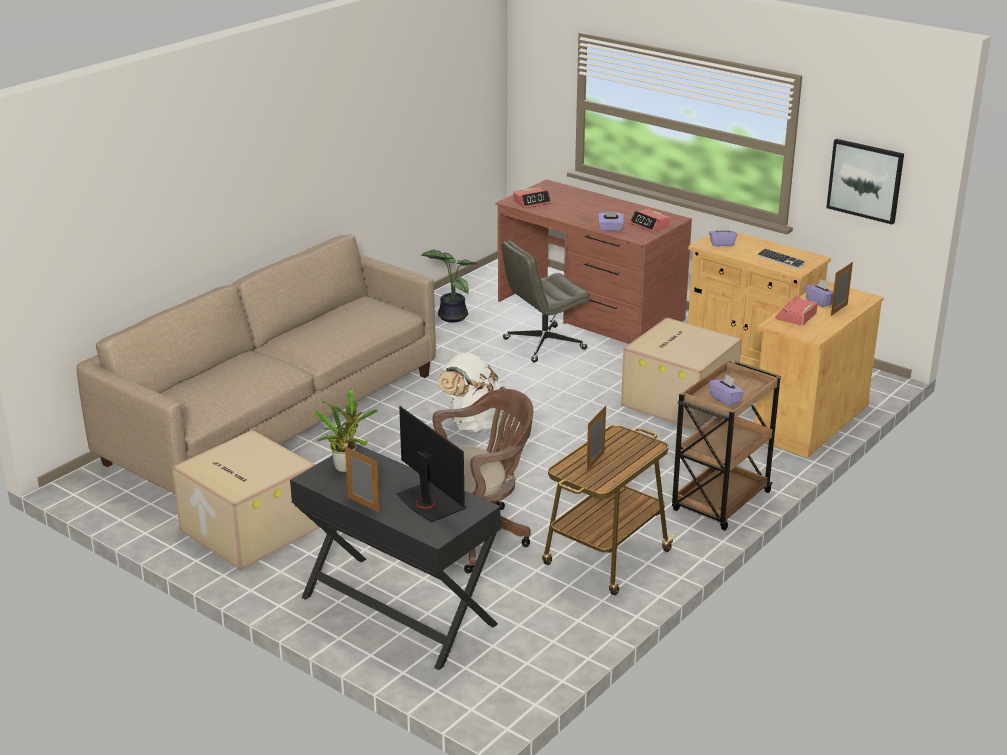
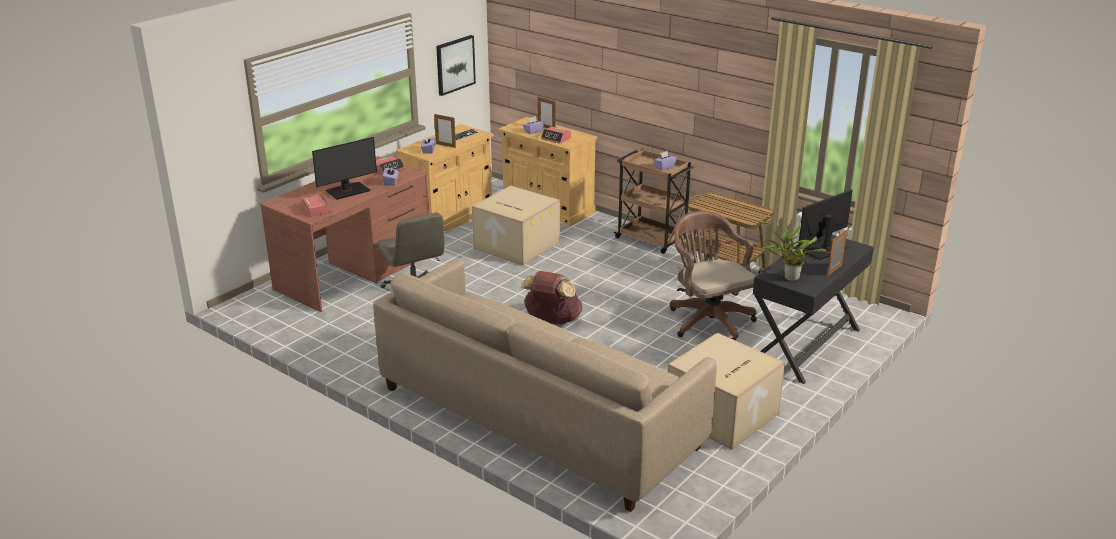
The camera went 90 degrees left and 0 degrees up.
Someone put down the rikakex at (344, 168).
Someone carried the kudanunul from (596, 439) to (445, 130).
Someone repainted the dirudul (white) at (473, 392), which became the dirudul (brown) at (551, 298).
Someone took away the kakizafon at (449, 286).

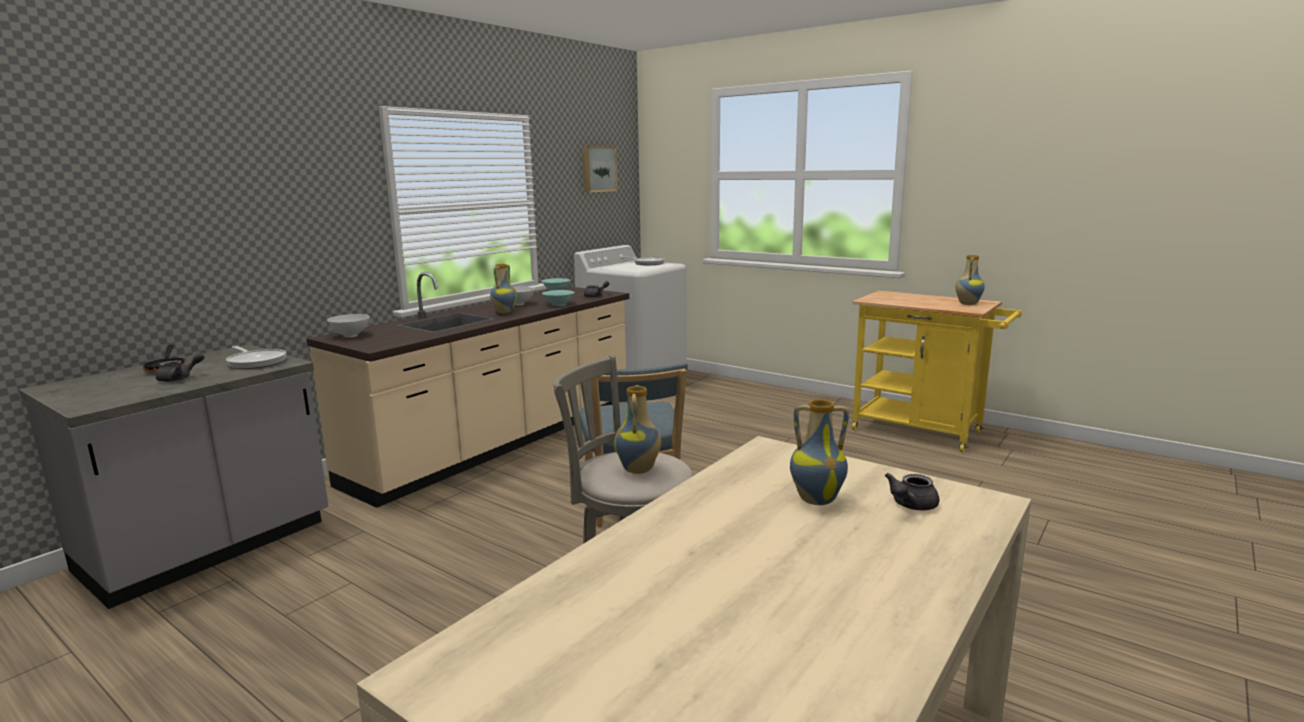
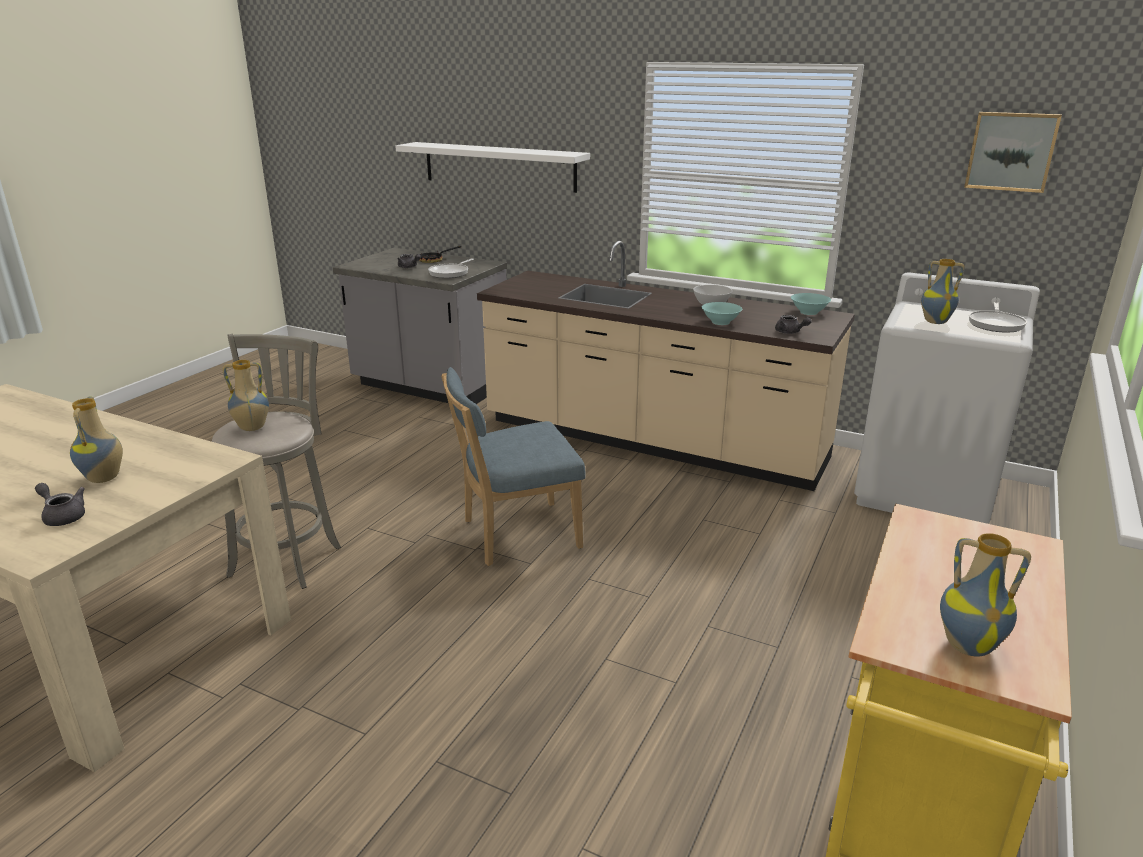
The camera went 80 degrees right and 10 degrees up.
Someone put up the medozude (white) at (492, 167).
Someone carried the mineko from (503, 289) to (943, 291).
Someone took away the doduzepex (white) at (348, 325).

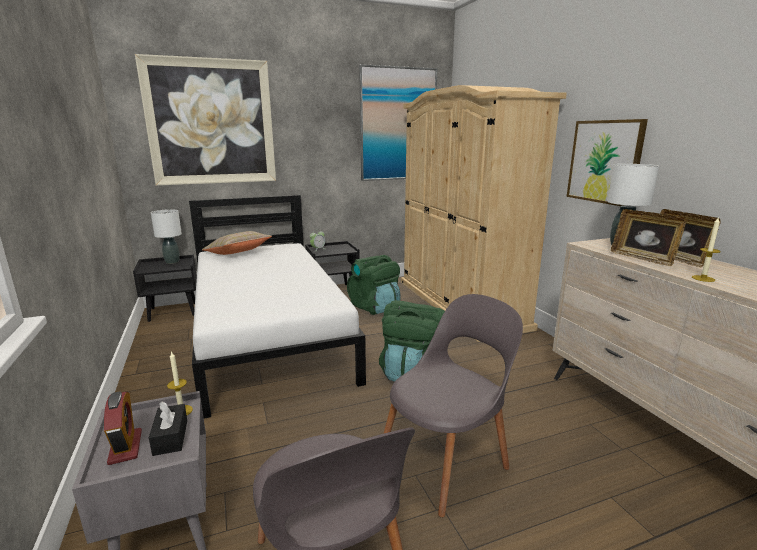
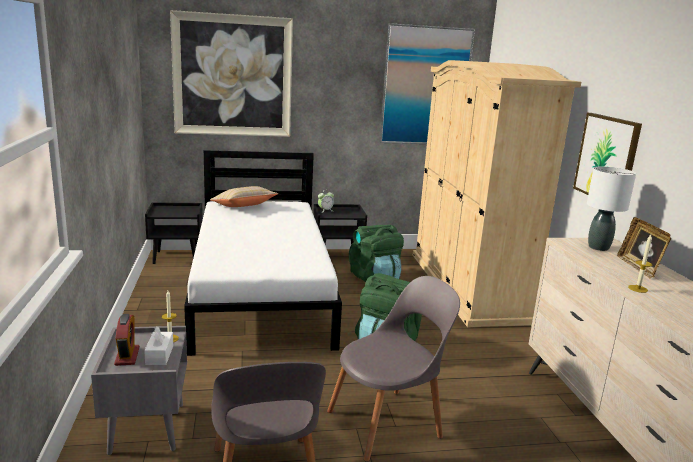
The camera went 10 degrees right and 0 degrees up.
Someone repainted the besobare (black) at (168, 429), which became the besobare (white) at (158, 345).
Someone took away the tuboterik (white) at (166, 236).
Someone took away the kudanunul at (648, 237).

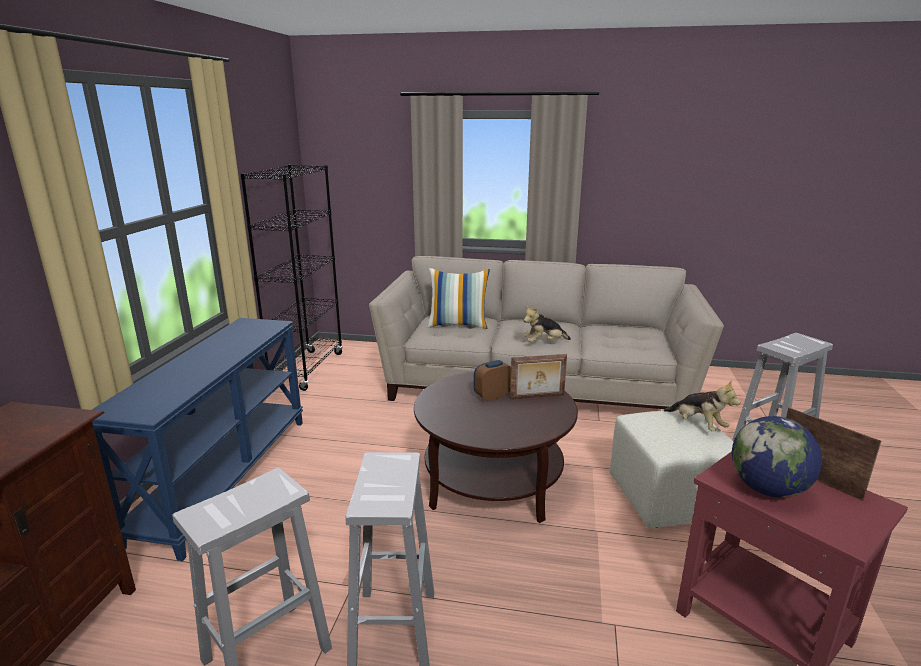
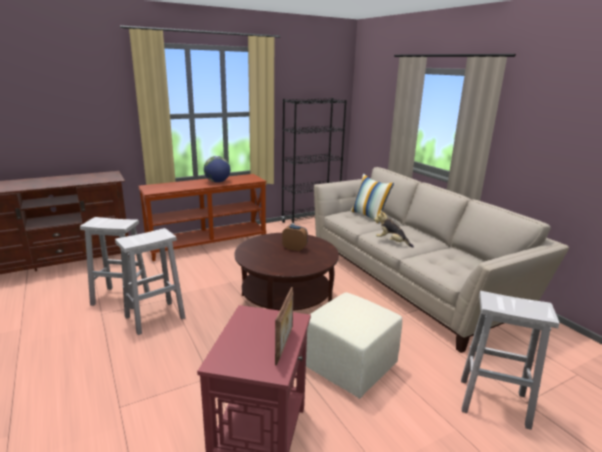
The camera went 50 degrees right and 0 degrees up.
Someone repainted the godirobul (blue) at (197, 439), which became the godirobul (brown) at (202, 217).
Someone carried the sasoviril from (777, 457) to (217, 169).
Someone took away the kudanunul at (538, 376).
Someone took away the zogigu at (702, 405).

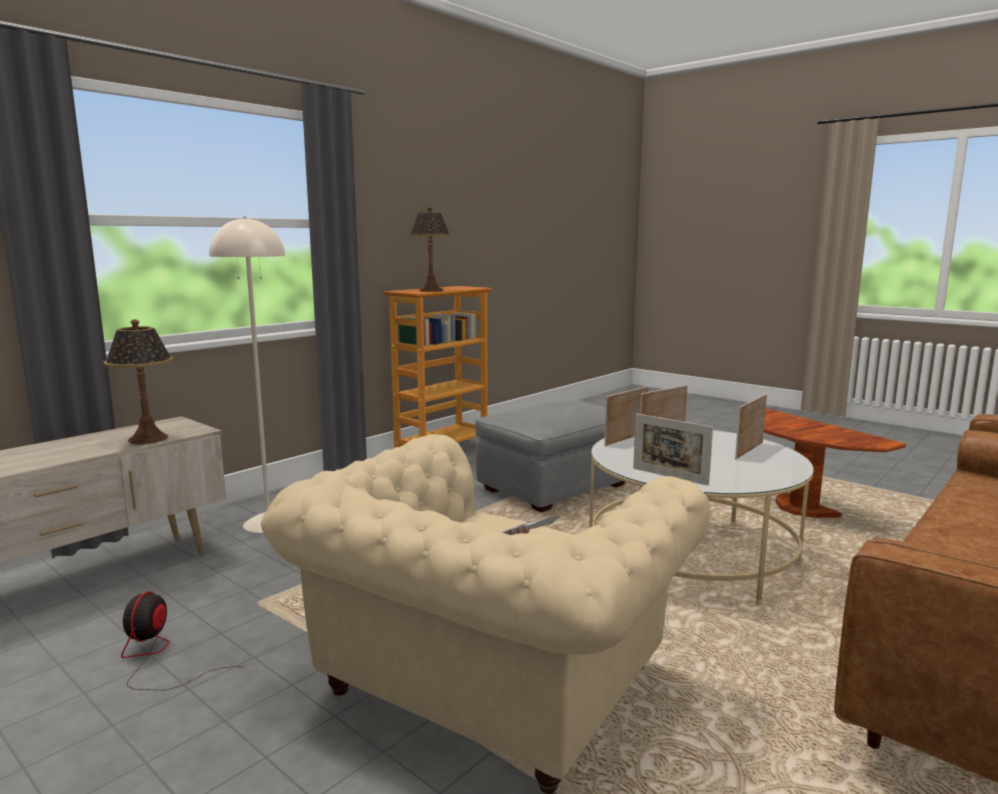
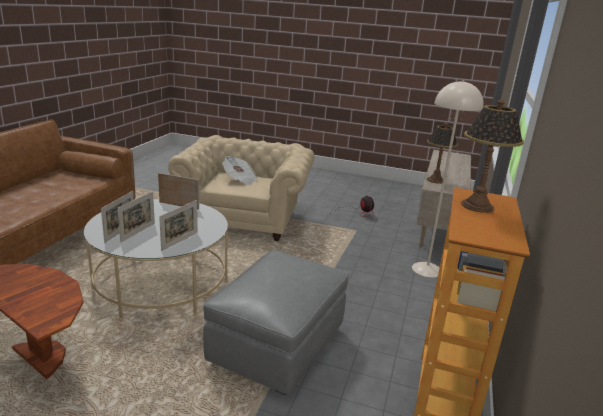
The camera went 155 degrees right and 10 degrees up.
Someone carried the kudanunul from (626, 416) to (136, 217).

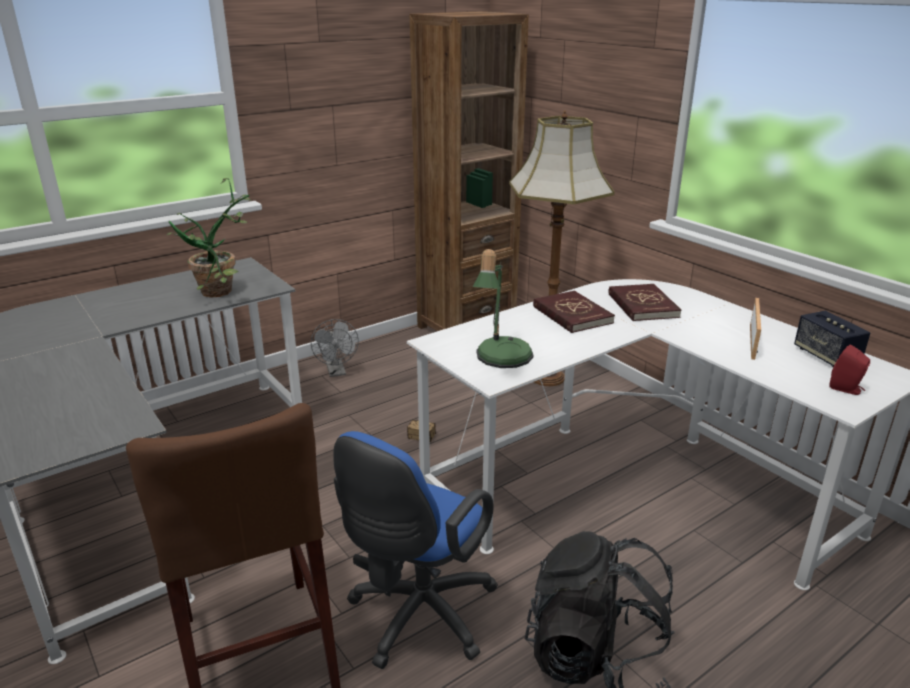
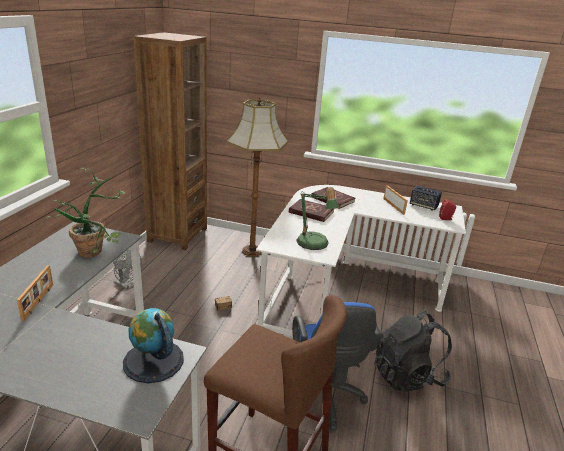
The camera went 40 degrees left and 0 degrees up.
Someone put down the kudanunul at (35, 293).
Someone put down the sasoviril at (153, 345).

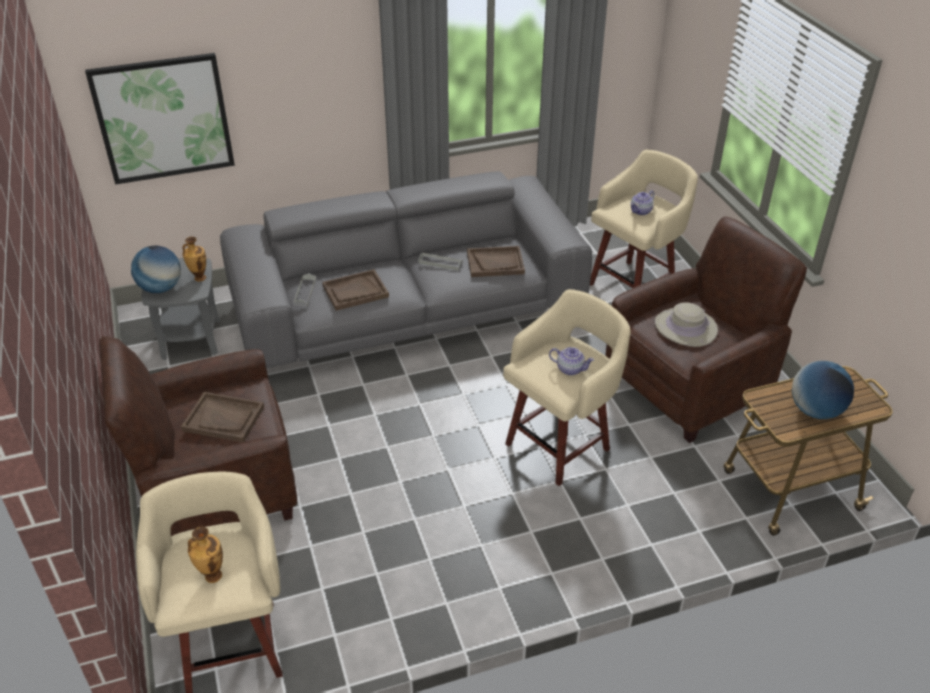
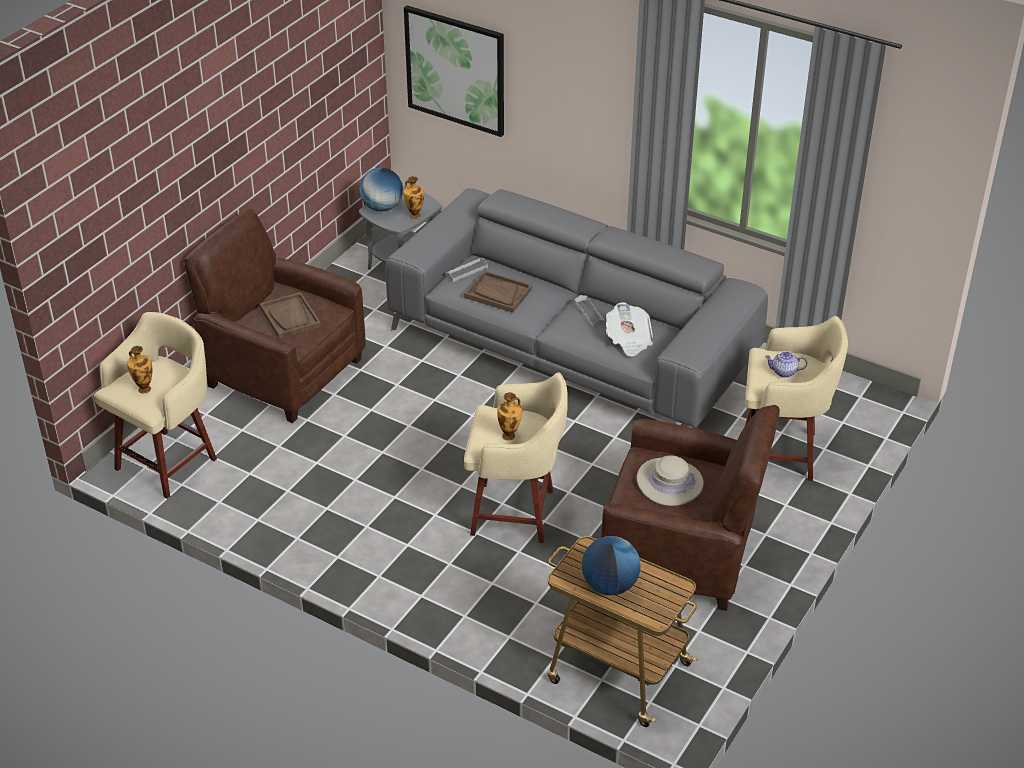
The camera went 50 degrees right and 0 degrees up.
Someone swapped the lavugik at (571, 361) for the mineko at (509, 416).
Someone swapped the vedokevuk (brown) at (496, 261) for the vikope at (629, 329).

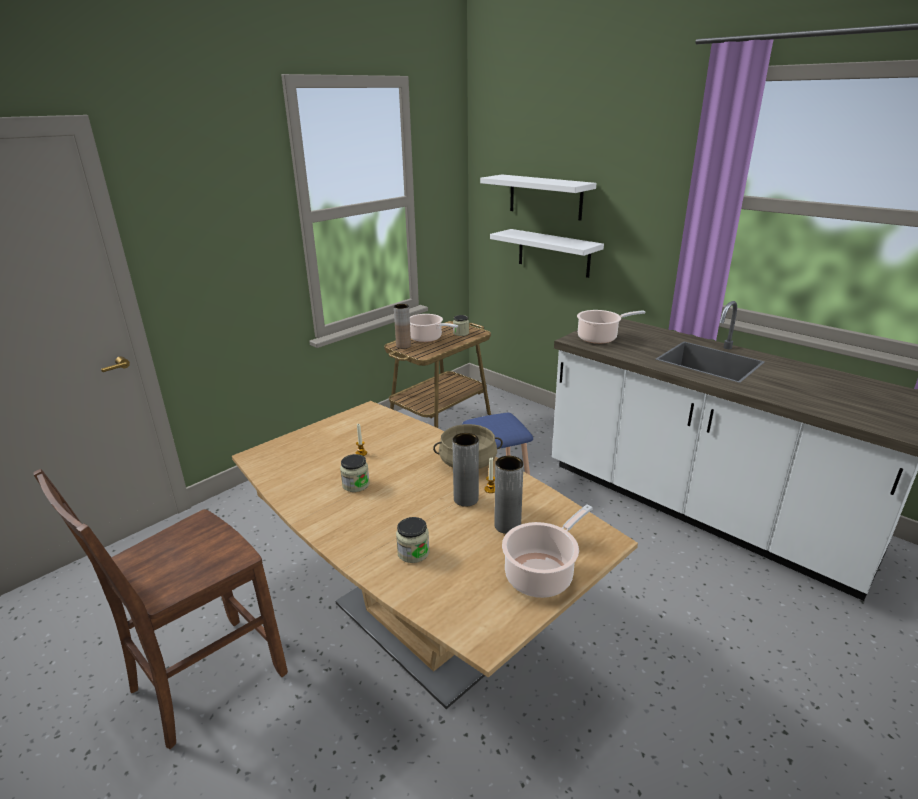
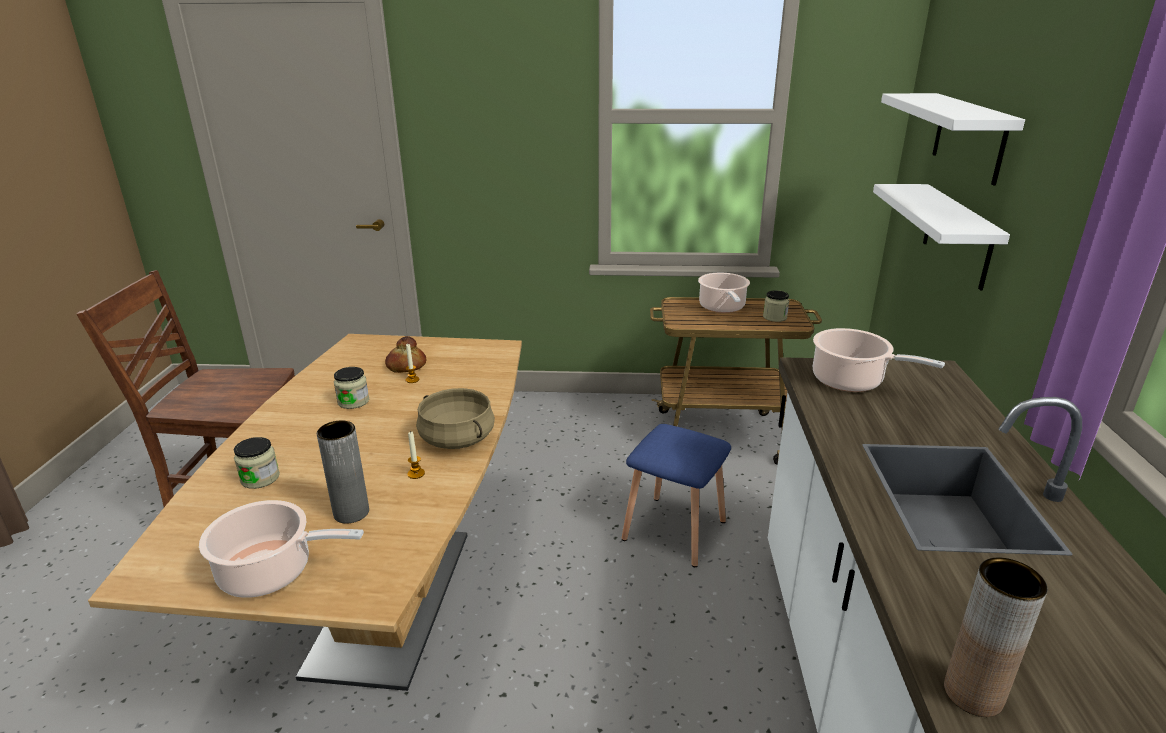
The camera went 50 degrees right and 0 degrees up.
Someone put down the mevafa at (406, 354).
Someone carried the mineko (brown) from (402, 326) to (995, 637).
Someone took away the mineko (grey) at (465, 470).

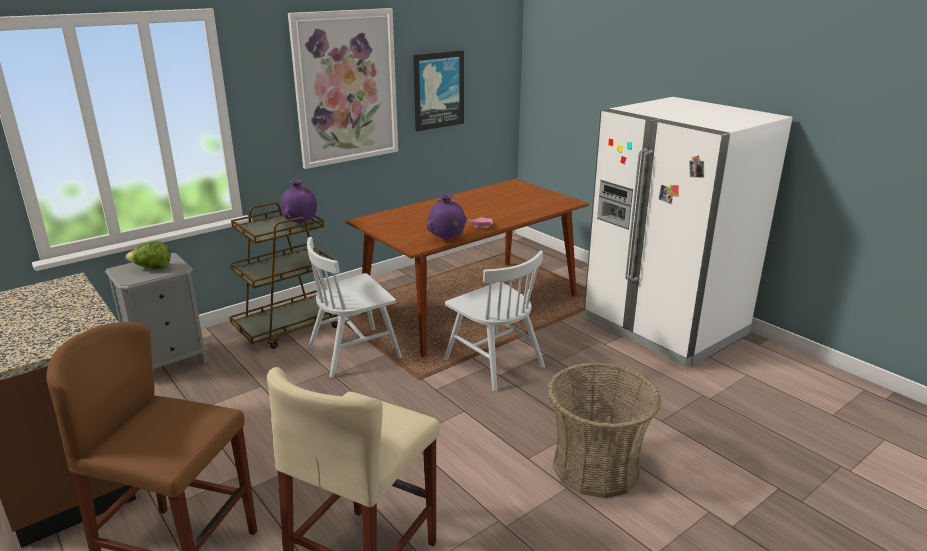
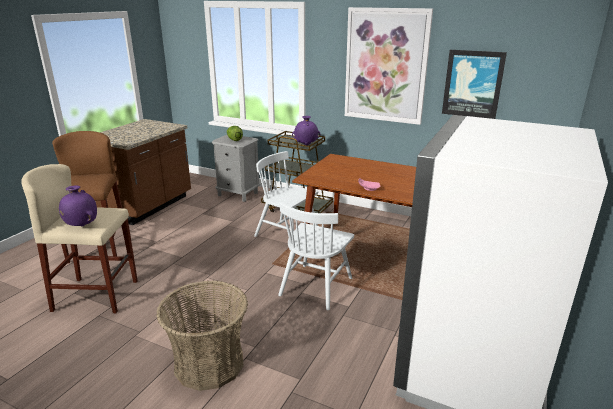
The camera went 65 degrees right and 0 degrees up.
Someone carried the mineko (purple) from (447, 217) to (78, 205).

